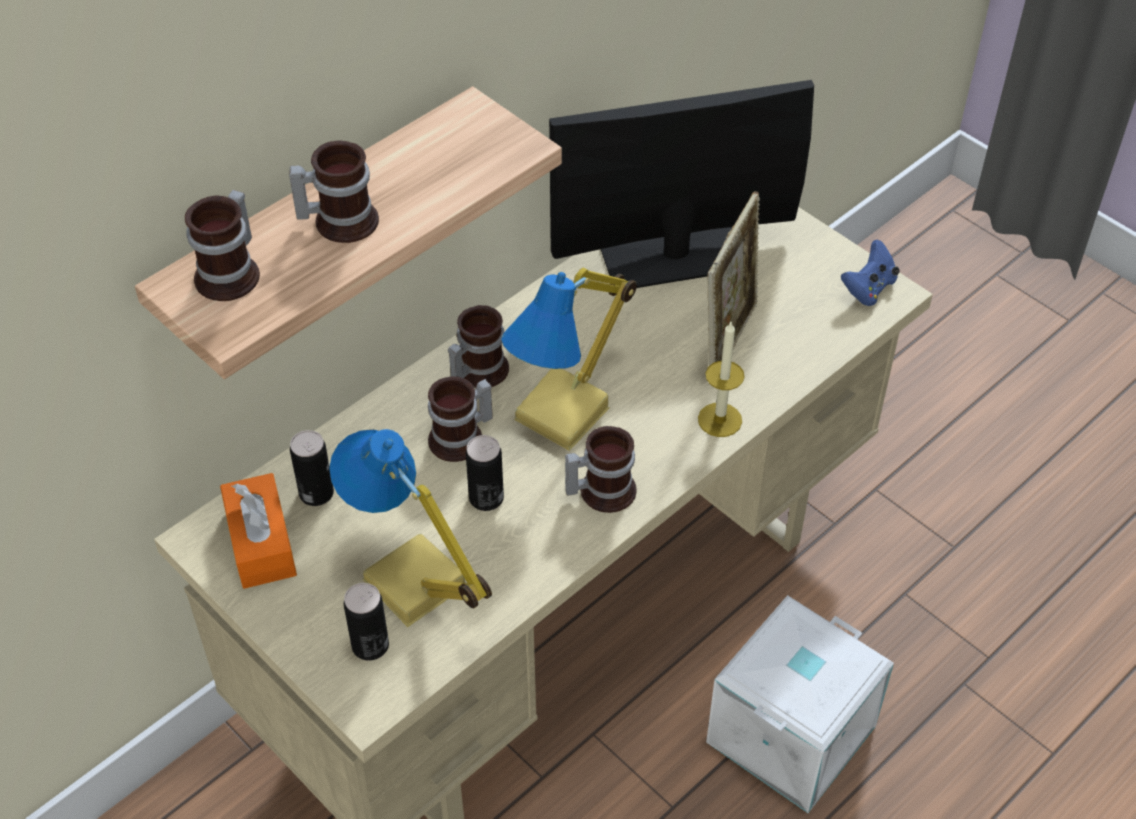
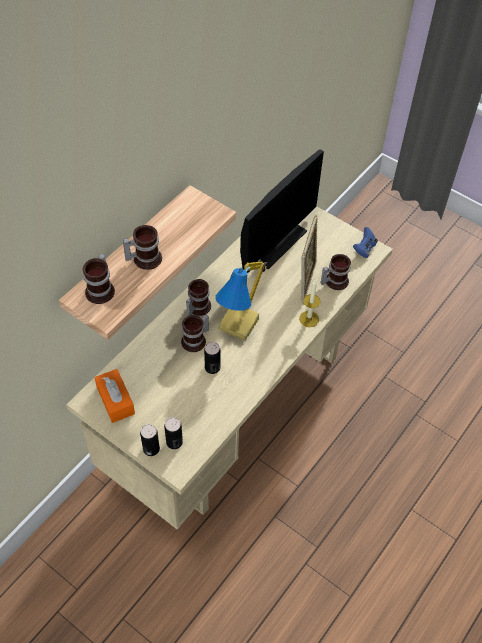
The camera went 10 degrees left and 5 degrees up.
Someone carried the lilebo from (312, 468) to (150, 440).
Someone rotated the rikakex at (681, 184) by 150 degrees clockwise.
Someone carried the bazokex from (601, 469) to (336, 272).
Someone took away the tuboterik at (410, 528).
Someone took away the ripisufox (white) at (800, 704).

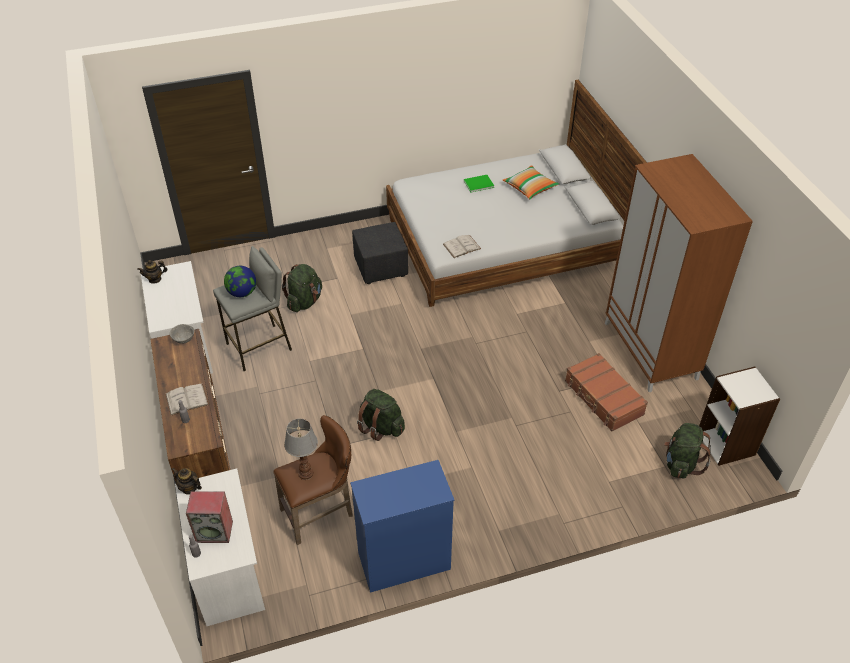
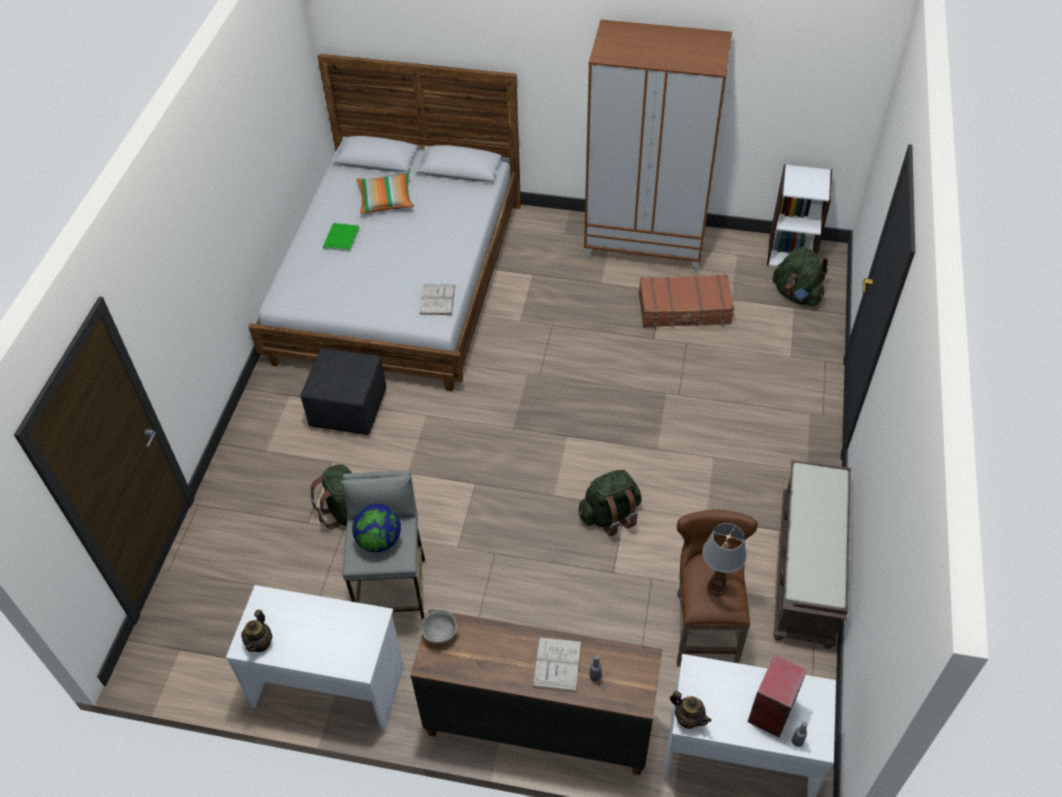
The camera went 60 degrees left and 5 degrees up.
Someone rotated the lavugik at (186, 481) by 105 degrees counterclockwise.
Someone swapped the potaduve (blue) at (402, 526) for the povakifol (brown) at (812, 554).

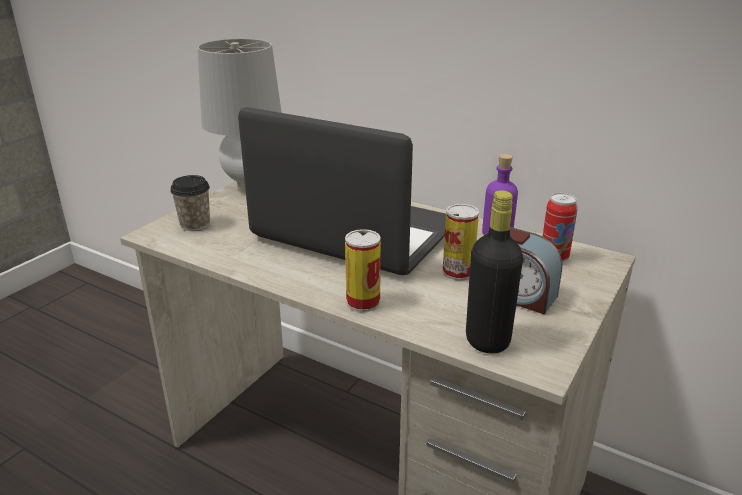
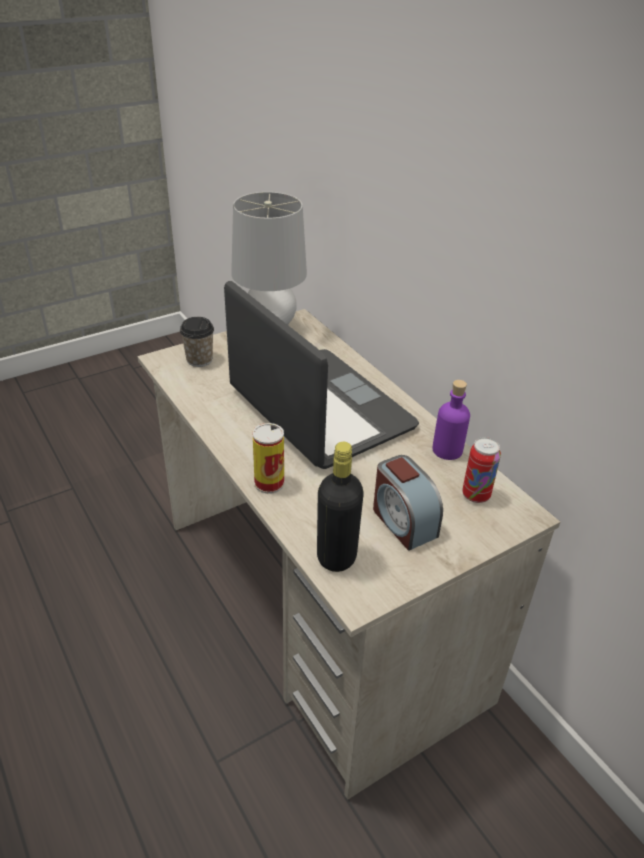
The camera went 25 degrees right and 10 degrees up.
Someone took away the lilebo at (460, 242).

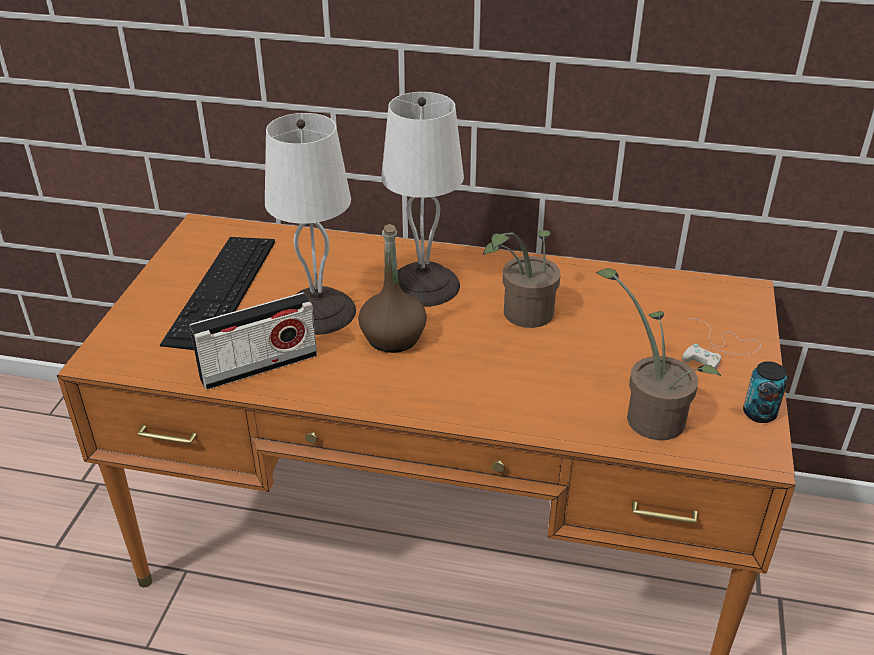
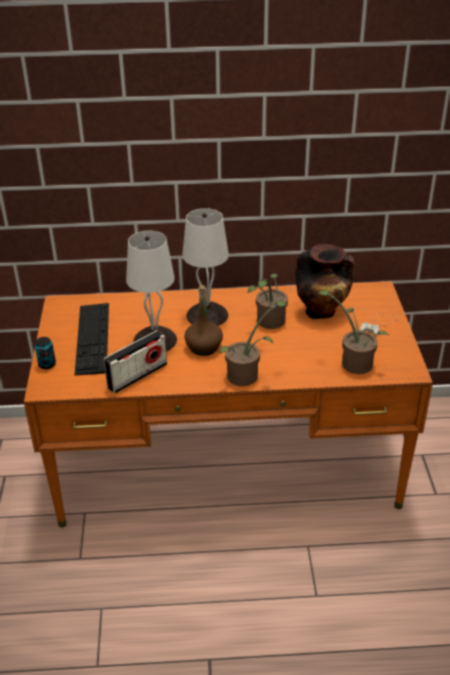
The camera went 15 degrees left and 0 degrees up.
Someone carried the lilebo from (765, 392) to (45, 353).
Someone put down the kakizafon at (253, 343).
Someone put down the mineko at (325, 281).

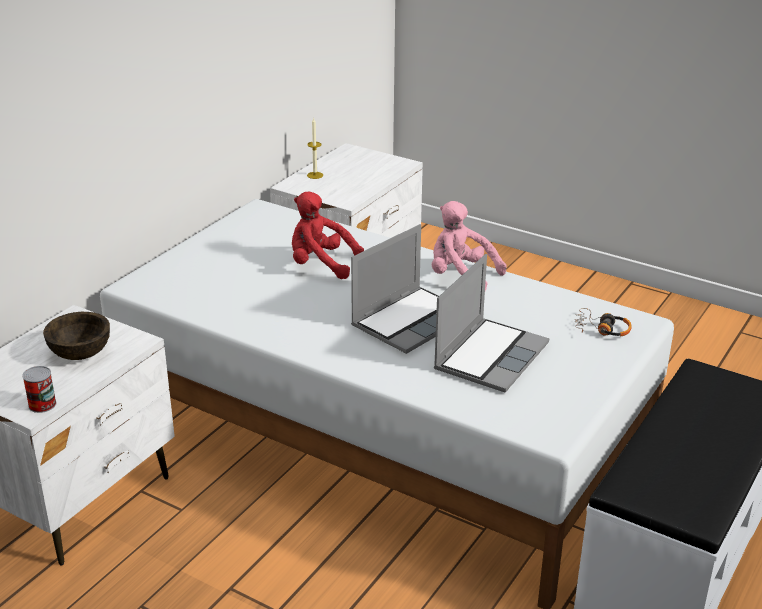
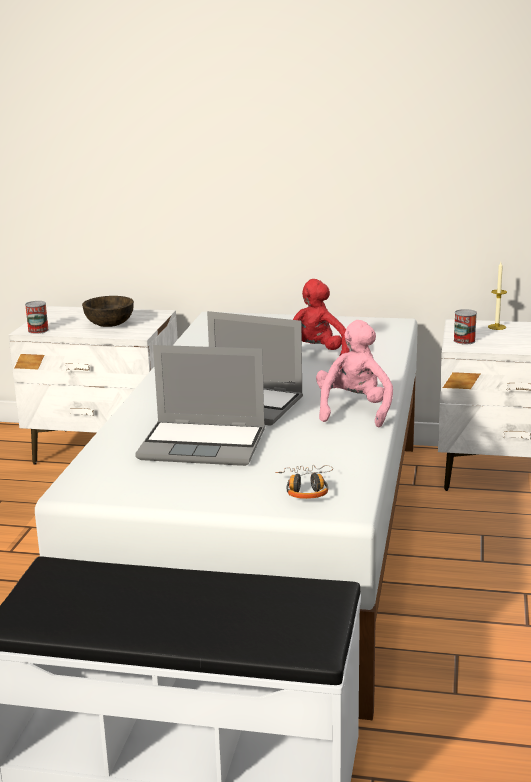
The camera went 70 degrees right and 10 degrees down.
Someone put down the lilebo at (465, 326).

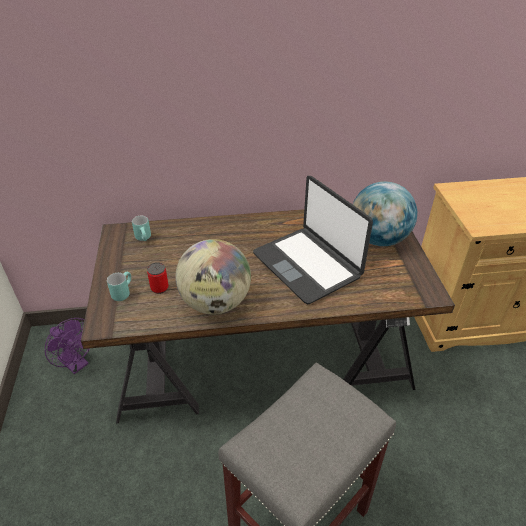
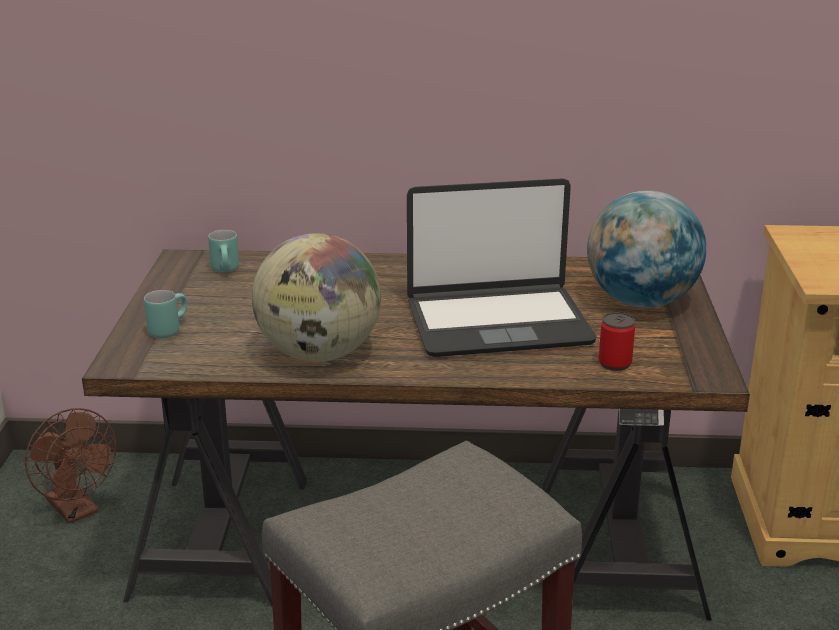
The camera went 10 degrees right and 15 degrees down.
Someone repainted the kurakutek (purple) at (67, 346), which became the kurakutek (brown) at (70, 466).
Someone rotated the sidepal at (313, 240) by 75 degrees counterclockwise.
Someone carried the lilebo from (158, 278) to (617, 342).

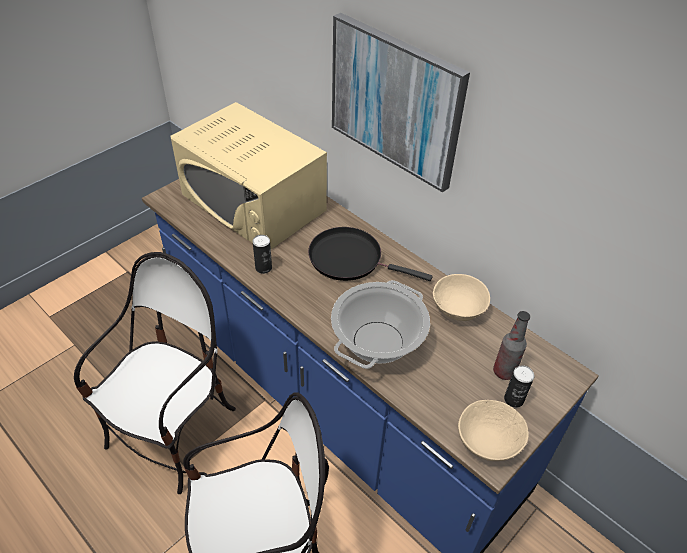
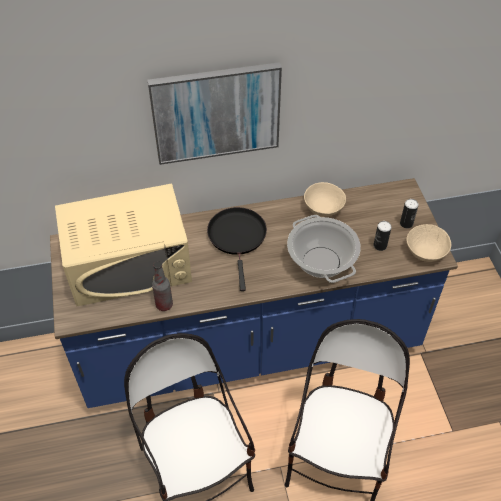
The camera went 55 degrees left and 5 degrees up.
Someone carried the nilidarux from (511, 345) to (162, 286).
Someone rotated the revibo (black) at (370, 254) by 120 degrees clockwise.
Someone carried the lilebo from (262, 254) to (382, 236).

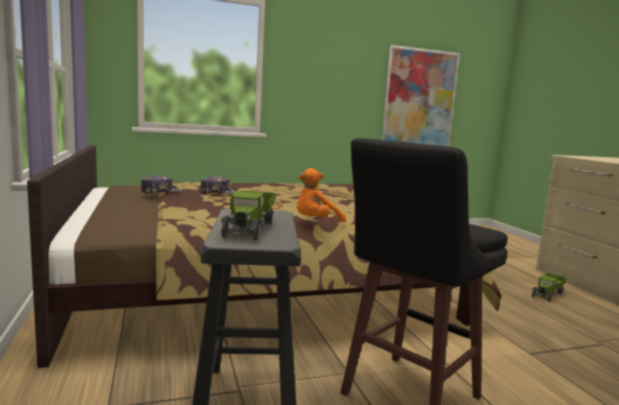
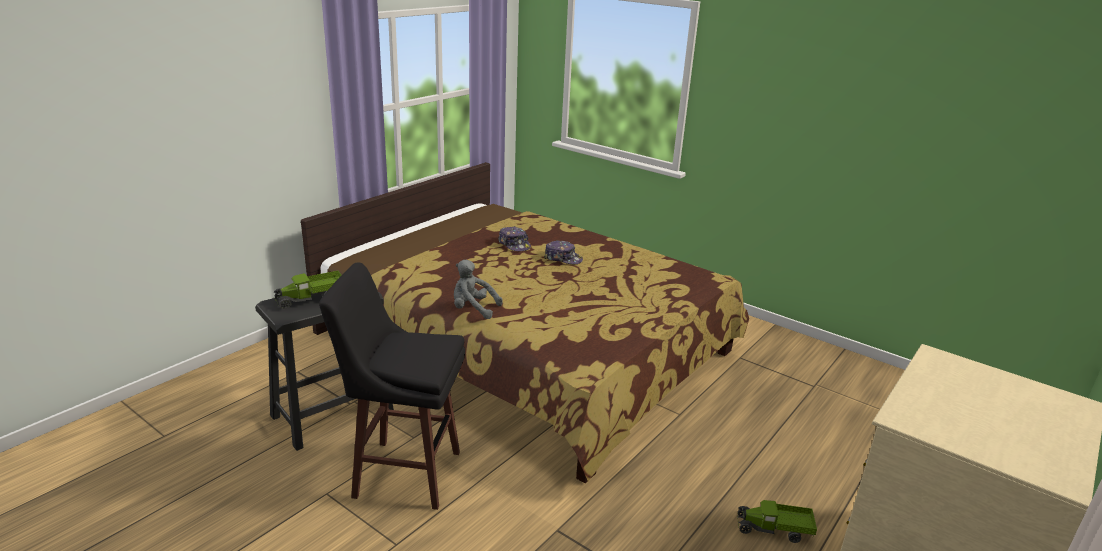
The camera went 55 degrees right and 15 degrees up.
Someone repainted the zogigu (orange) at (321, 195), which became the zogigu (grey) at (478, 289).
Someone carried the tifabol from (160, 184) to (563, 252).
Someone took away the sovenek at (421, 96).

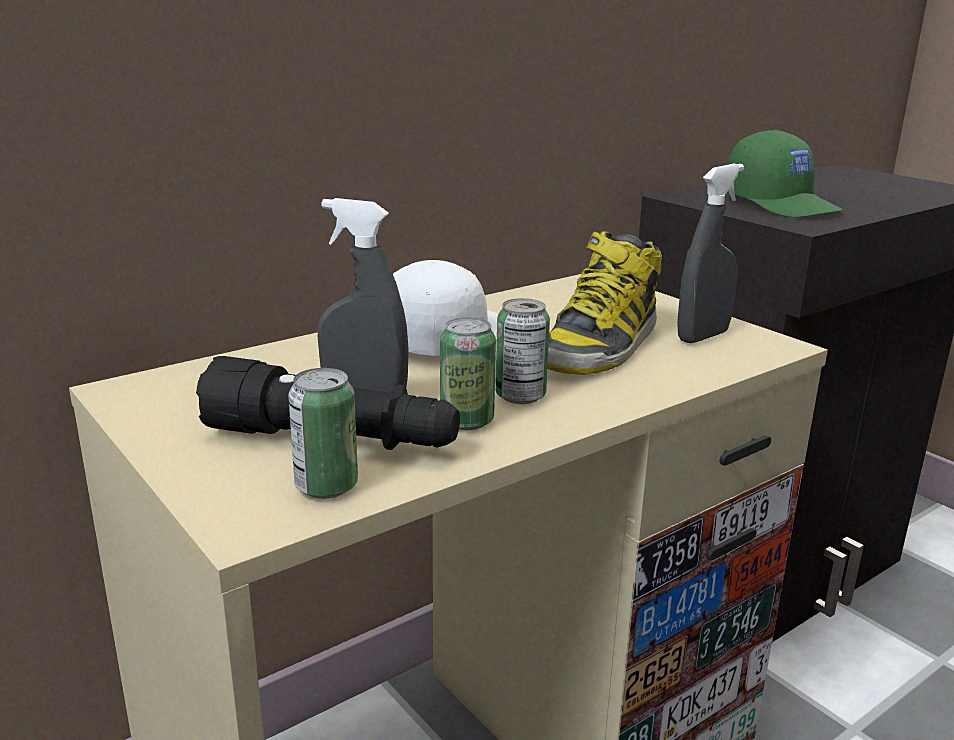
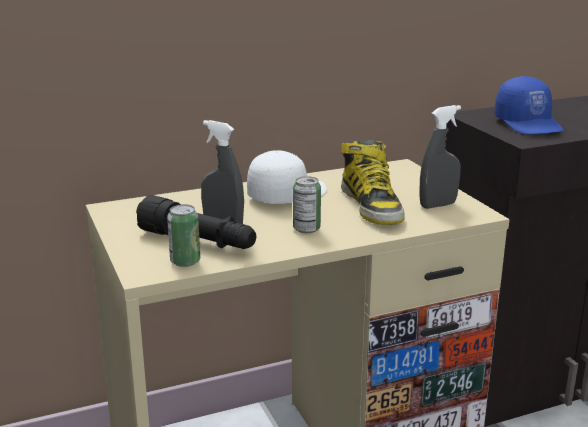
The camera went 15 degrees right and 0 degrees up.
Someone rotated the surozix at (604, 303) by 60 degrees counterclockwise.
Someone repainted the tifabol (green) at (785, 173), which became the tifabol (blue) at (529, 105).
Someone took away the lilebo at (468, 373).

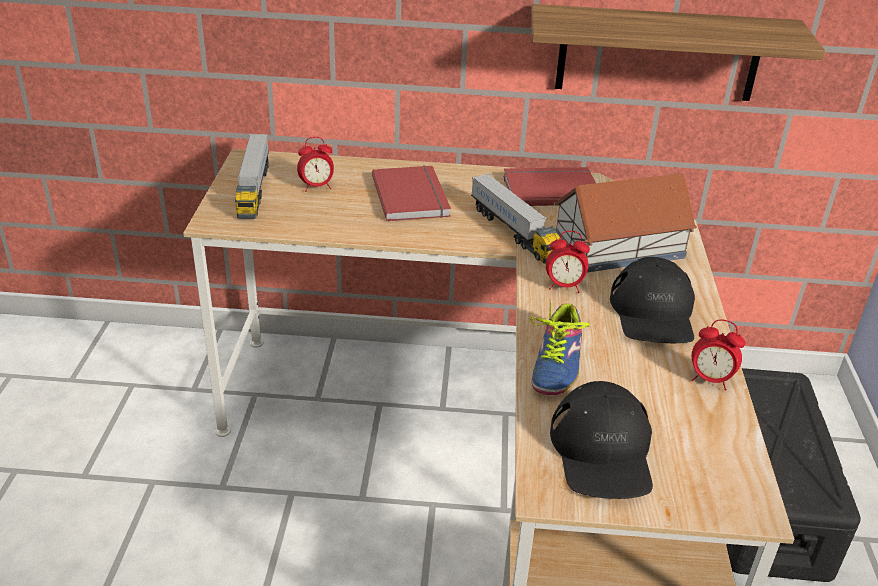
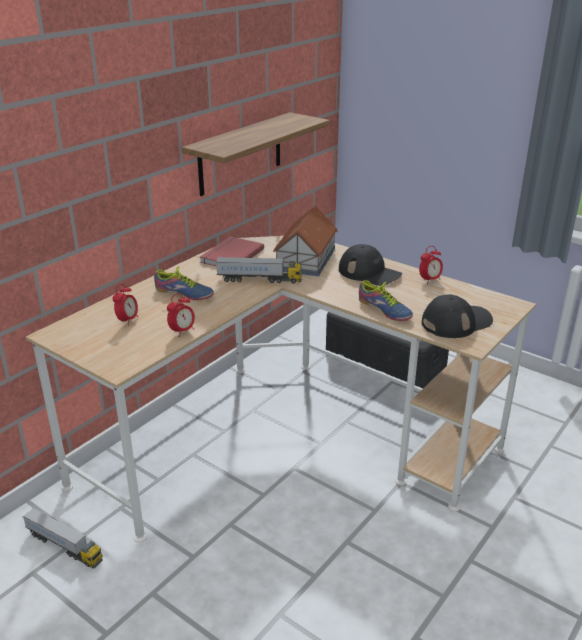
The camera went 55 degrees left and 5 degrees down.
Someone carried the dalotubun from (252, 176) to (62, 537).
Someone swapped the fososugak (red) at (411, 193) for the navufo at (184, 283).
Someone carried the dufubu from (568, 262) to (181, 315).
Someone rotated the tifabol (black) at (601, 440) by 60 degrees counterclockwise.

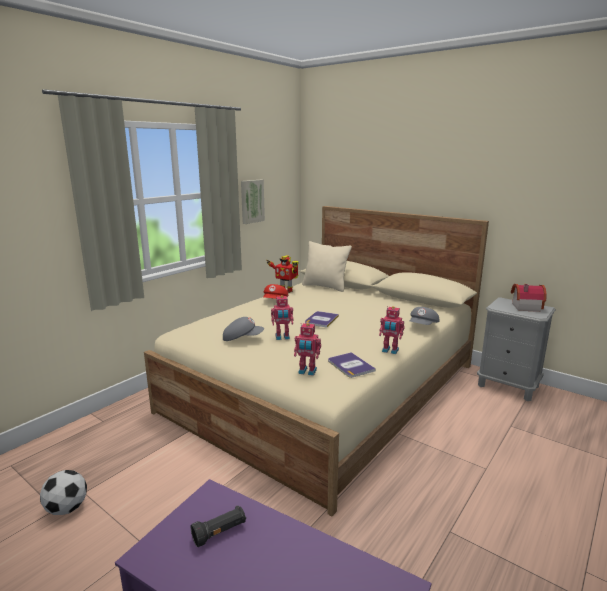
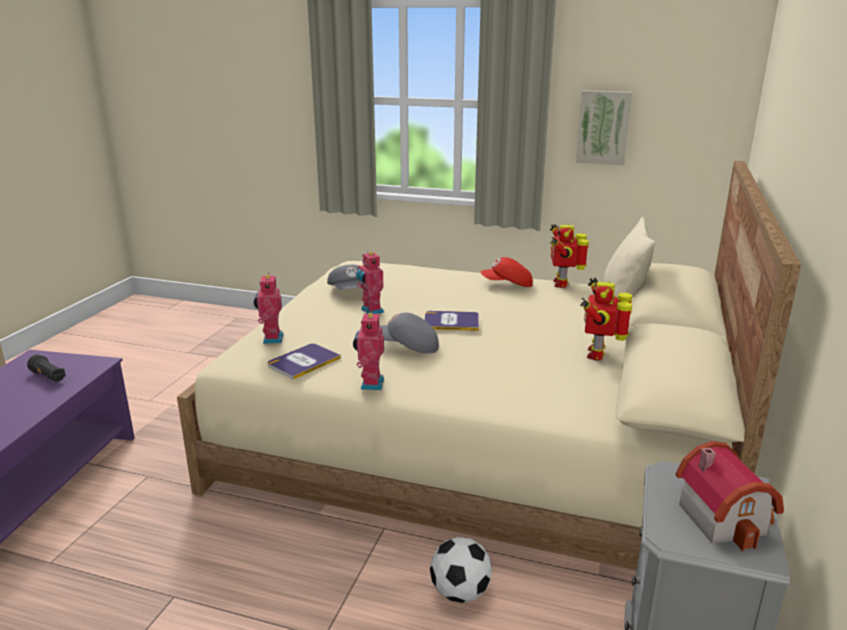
The camera went 70 degrees right and 5 degrees up.
Someone carried the tifabol (grey) from (425, 316) to (409, 333).
Someone carried the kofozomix from (63, 492) to (461, 570).
Someone put down the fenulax at (606, 319).

